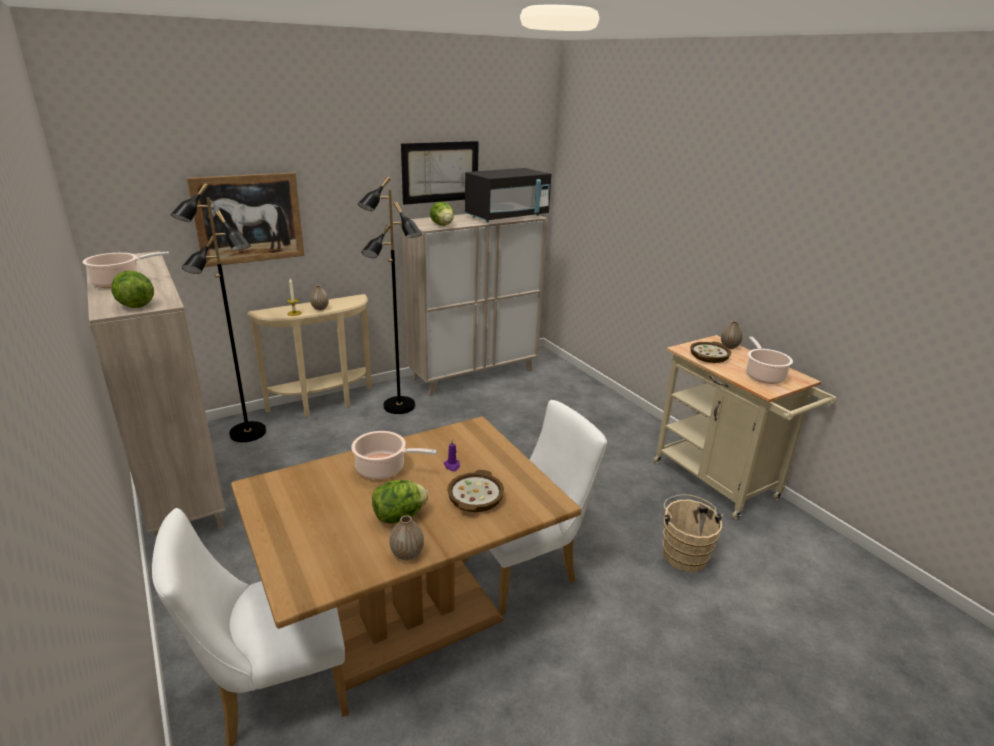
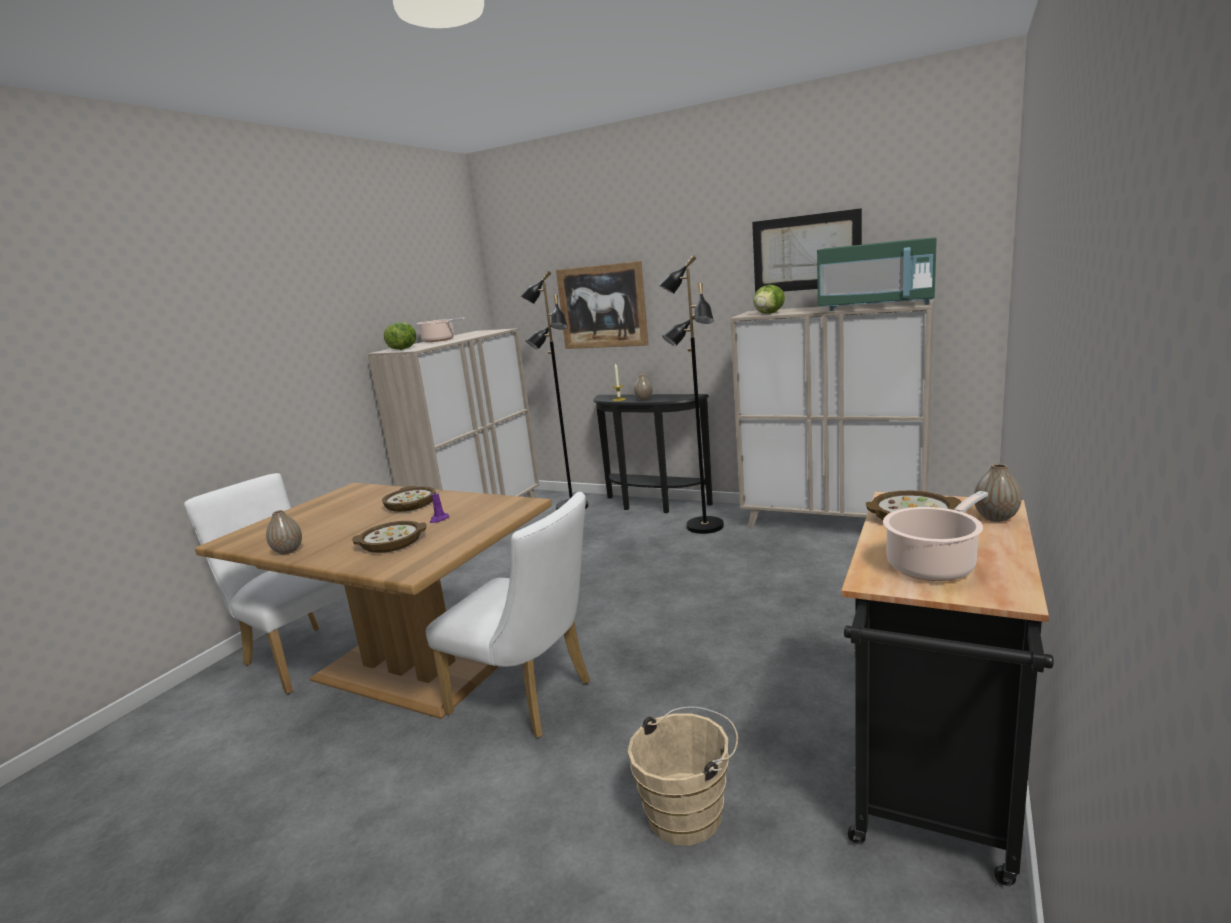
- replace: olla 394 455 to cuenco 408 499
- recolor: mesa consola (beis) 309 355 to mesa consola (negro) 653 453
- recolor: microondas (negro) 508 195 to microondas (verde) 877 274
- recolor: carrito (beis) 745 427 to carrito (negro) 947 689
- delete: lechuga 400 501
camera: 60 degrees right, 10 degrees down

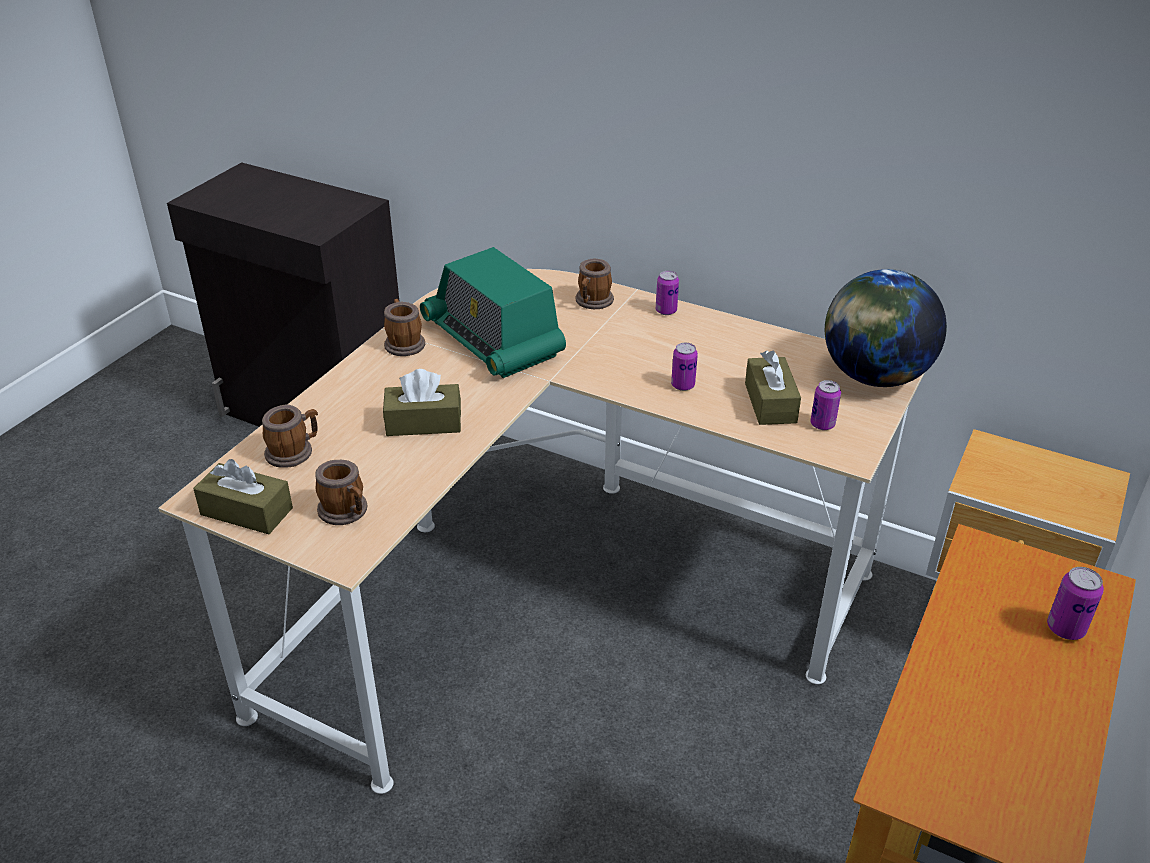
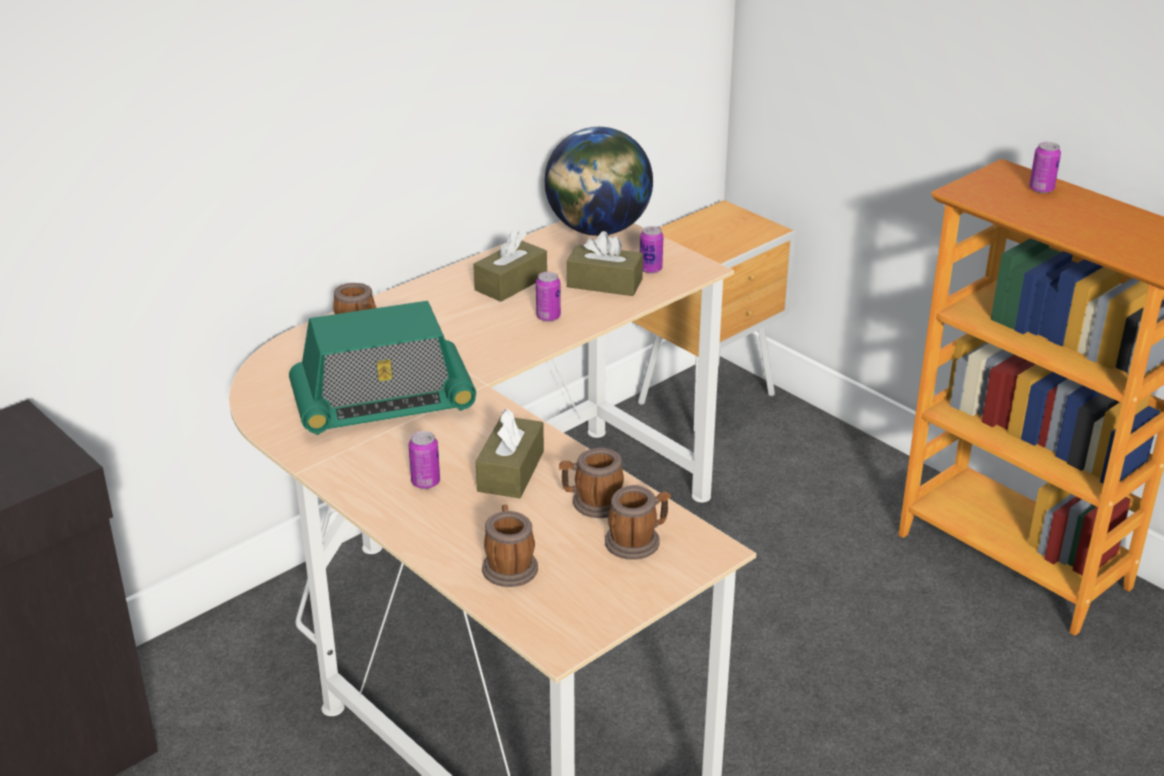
- move: lata 667 293 to 424 460
- move: caja de pañuelos (marrón) 243 496 to 510 266
- move: taza grande 404 327 to 591 483
camera: 70 degrees left, 5 degrees down

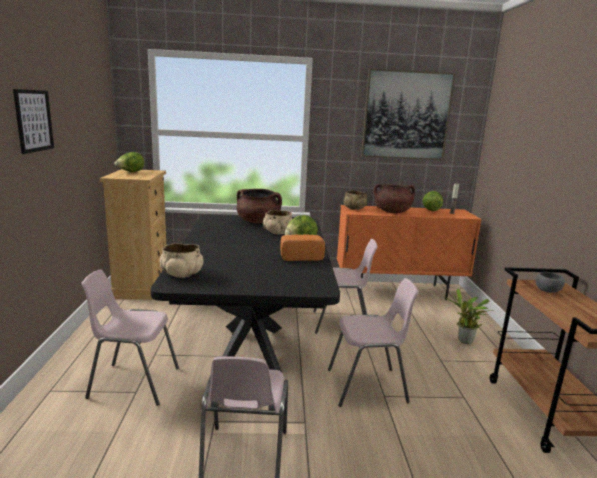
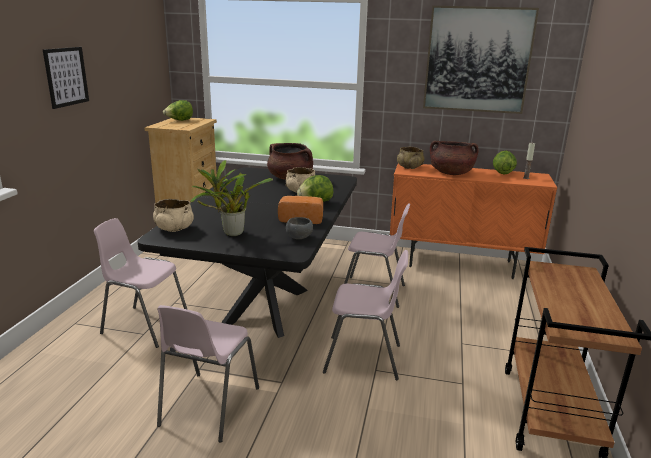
- move: planta en maceta 469 316 to 231 198
- move: cuenco (gris) 550 282 to 299 228
camera: 15 degrees right, 5 degrees up

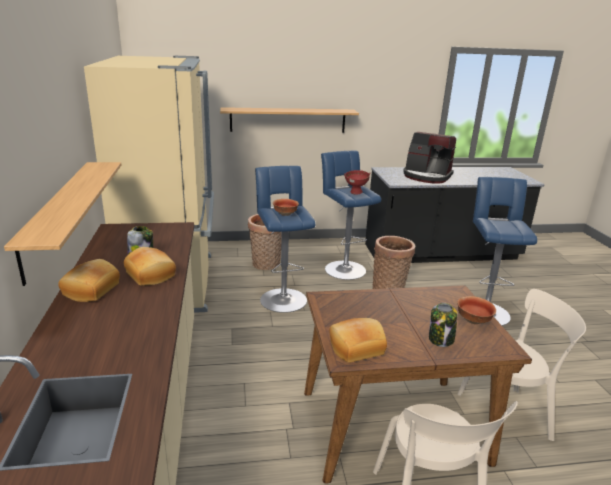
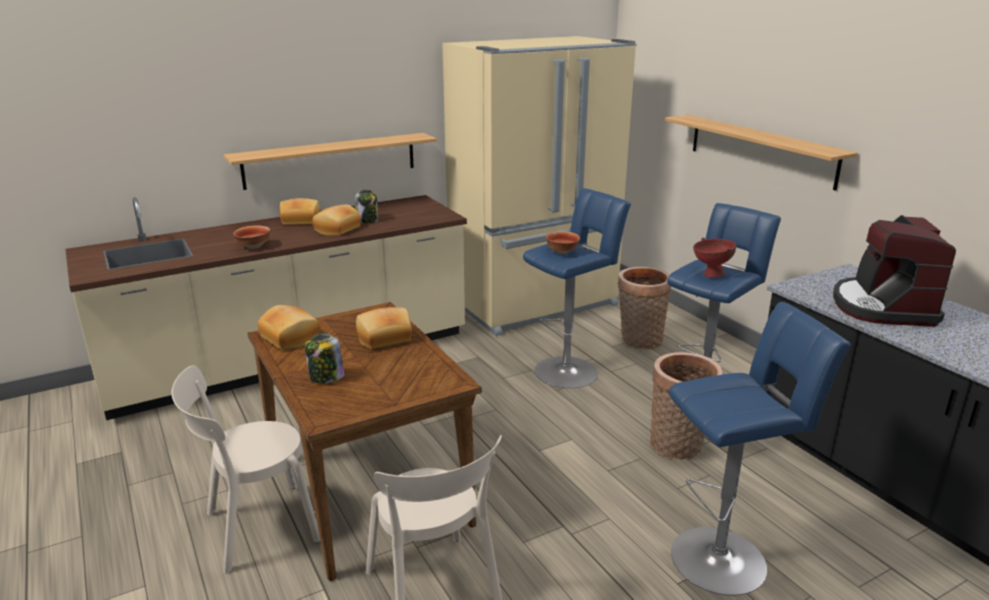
- move: cuenco 476 310 to 251 237
- insert: pan 384 328
camera: 70 degrees right, 0 degrees up

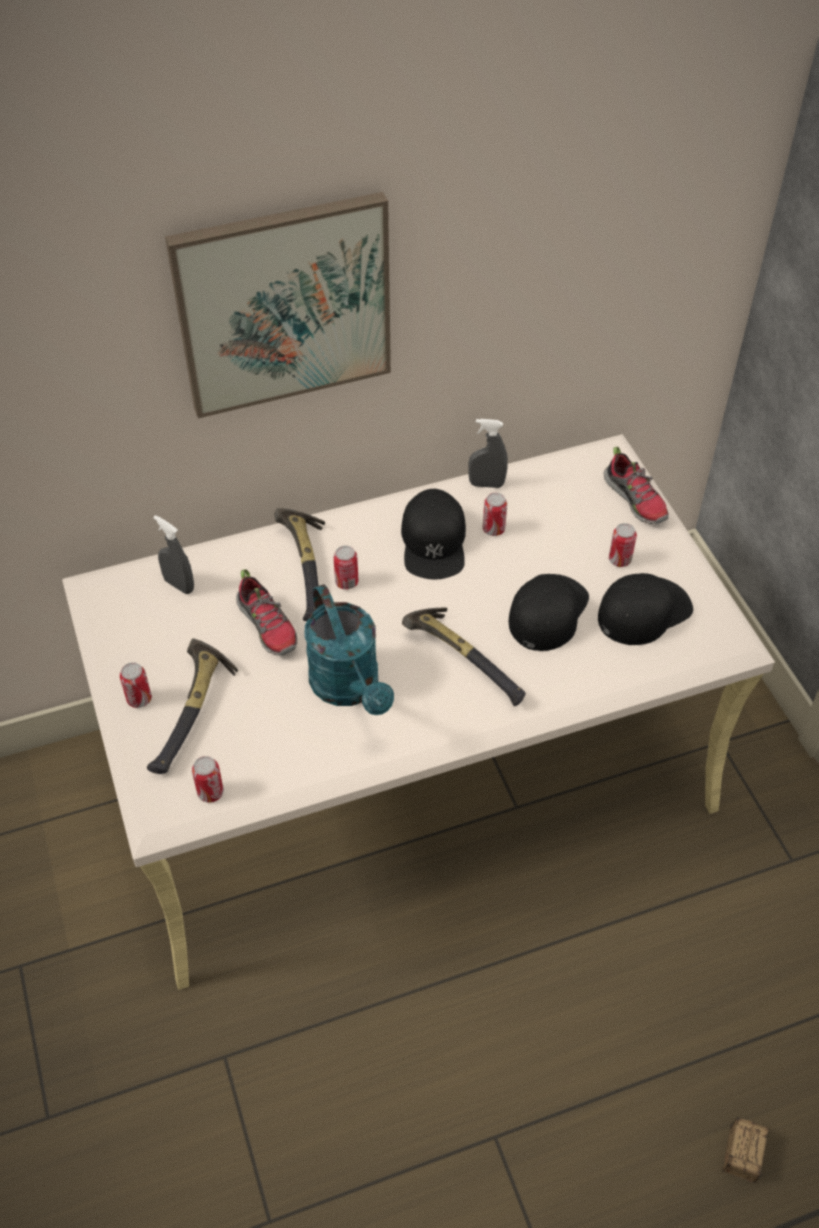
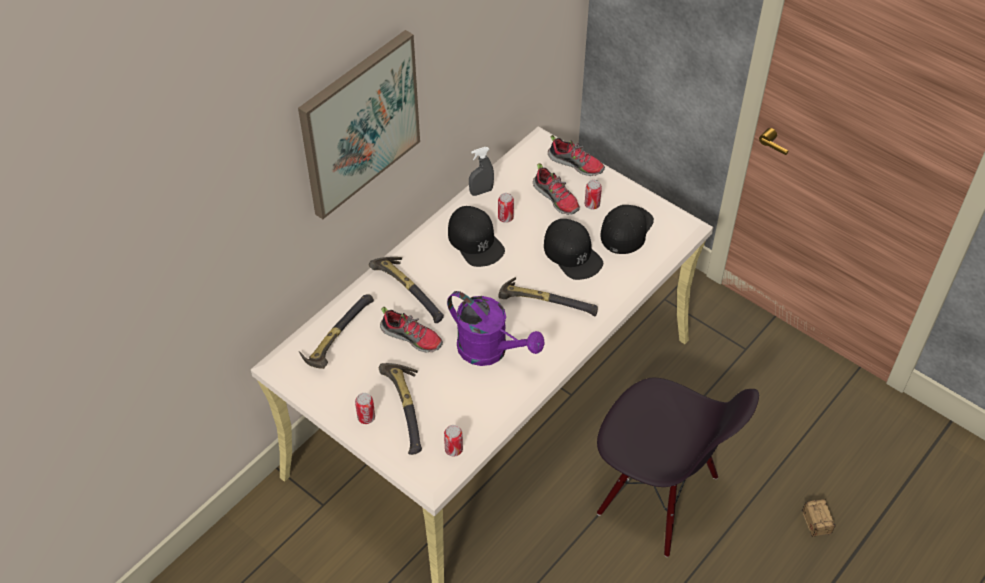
- replace: pulverizador (gris) 173 554 to martillo 336 331
- recolor: regadera (turquesa) 349 649 to regadera (morado) 496 328
- insert: zapato 556 189
- rotate: gorra (negro) 549 612 = 573 249 150 degrees clockwise
- insert: silla (negro) 678 467
- delete: lata 345 567
camera: 30 degrees left, 0 degrees up

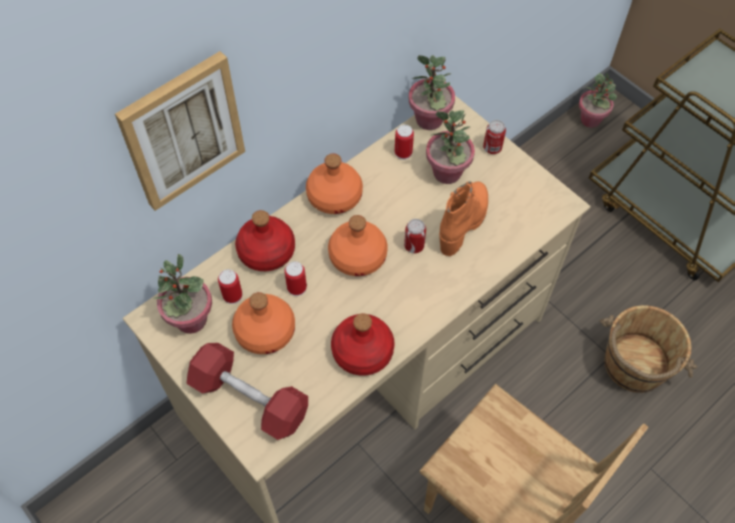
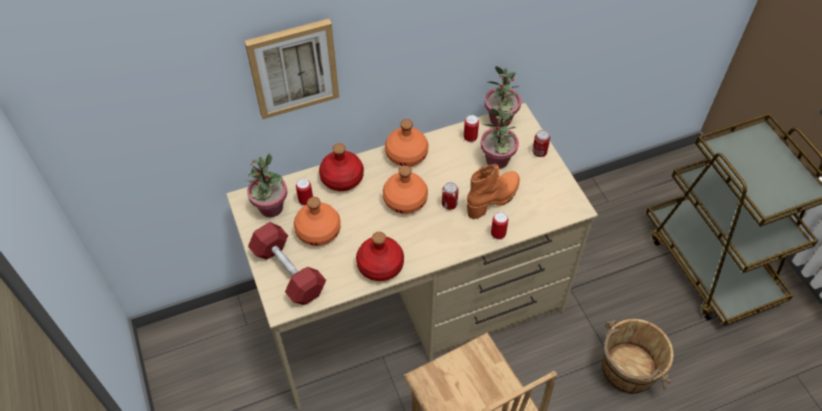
- move: lata 295 278 to 500 226
- delete: planta en maceta 598 100
camera: 20 degrees right, 5 degrees down

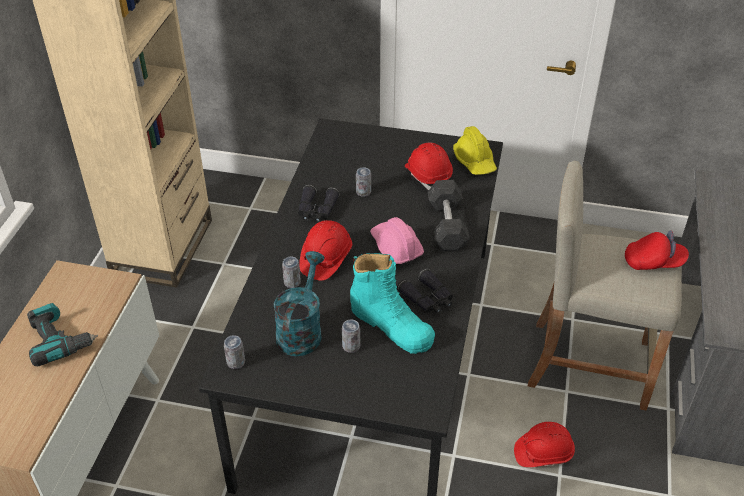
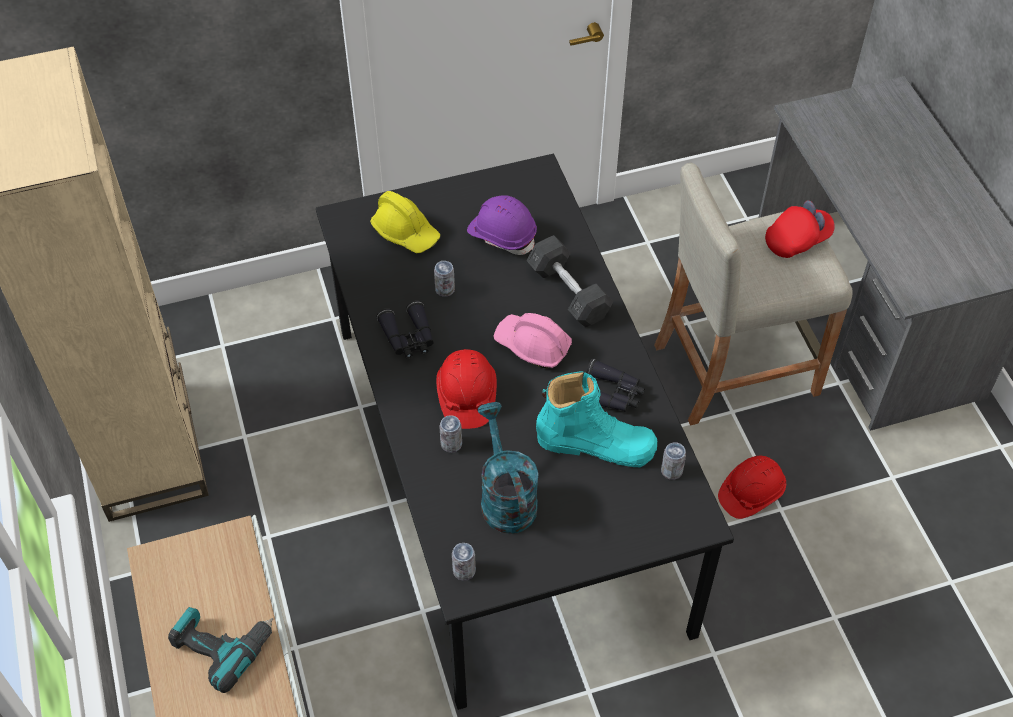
- move: casco (amarillo) 475 150 to 405 222
- recolor: casco (rojo) 429 166 to casco (morado) 502 225
- move: lata 351 336 to 673 461
camera: 30 degrees left, 10 degrees up

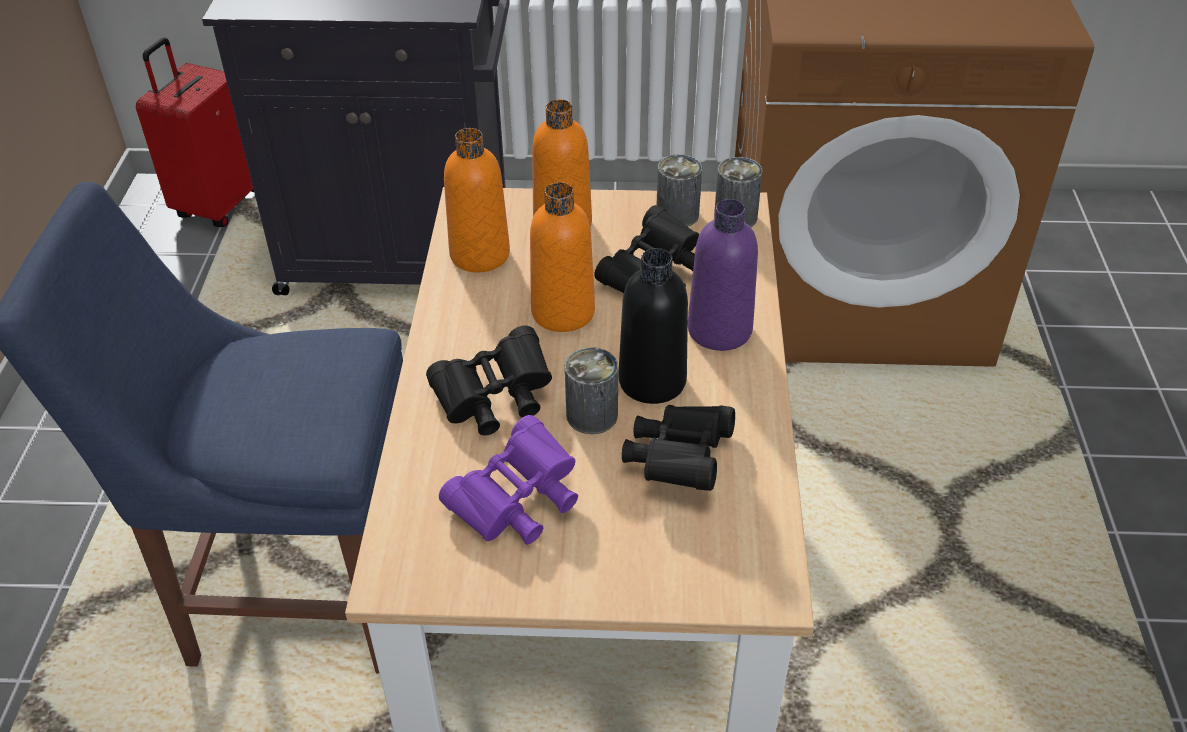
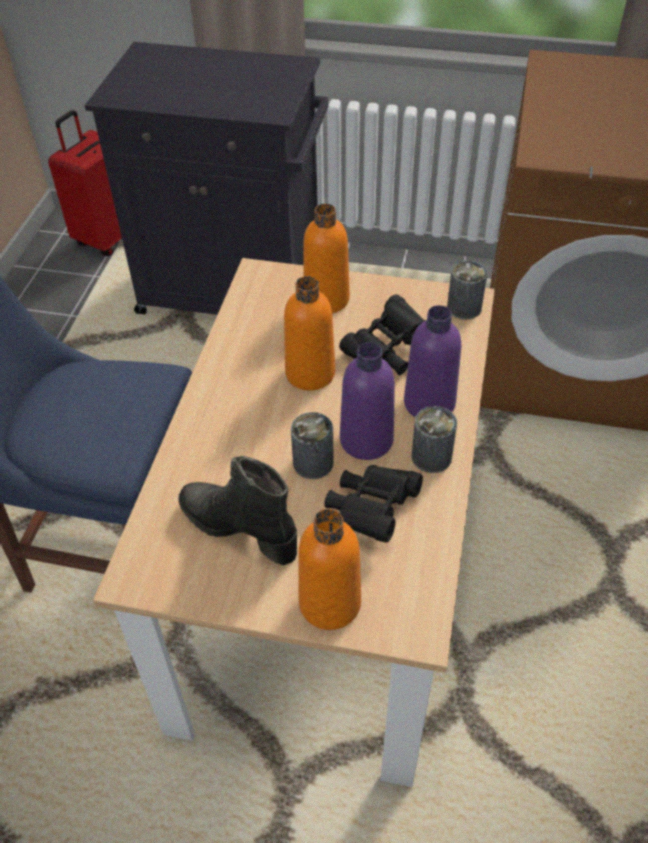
- replace: prismáticos (morado) 508 479 to bota (negro) 238 510
- move: botella (naranja) 477 200 to 329 569
- recolor: botella (negro) 653 326 to botella (morado) 367 401
- move: lata 679 191 to 434 439
- delete: prismáticos (negro) 489 380
camera: 10 degrees right, 5 degrees up

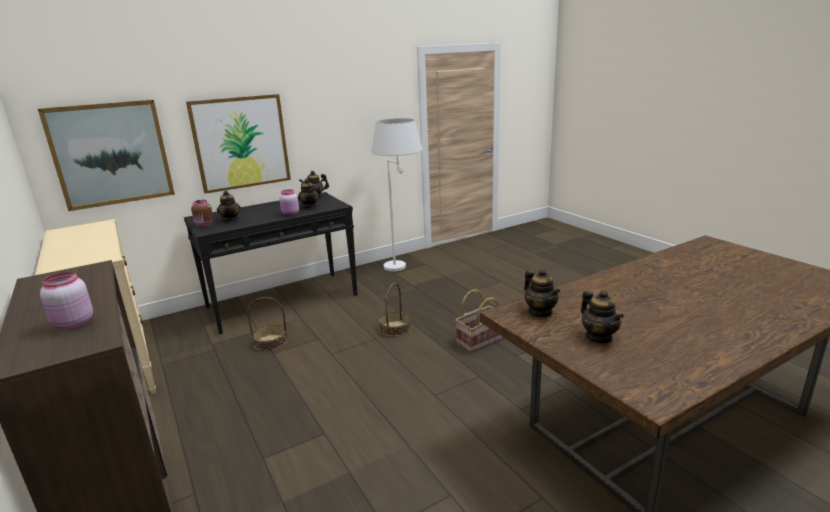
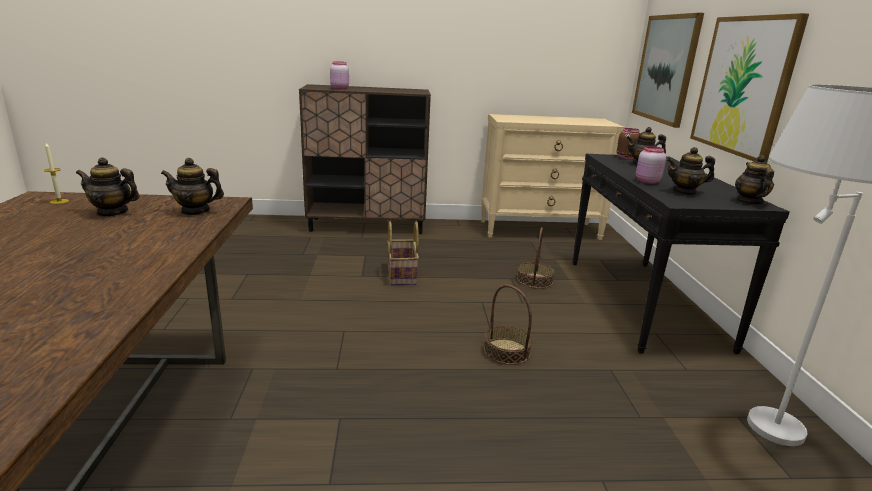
- insert: vela 56 173
- move: cesta 479 321 to 403 254
camera: 115 degrees right, 0 degrees up

